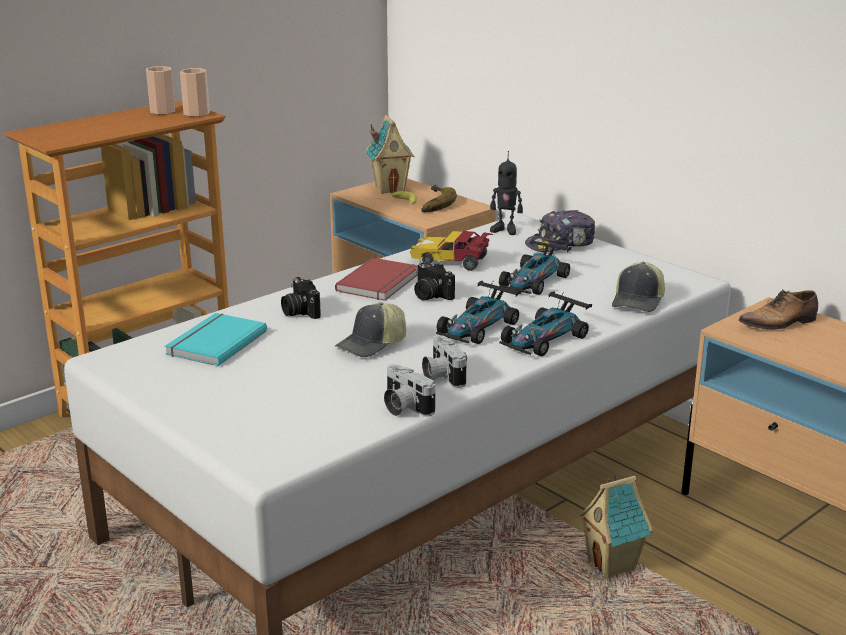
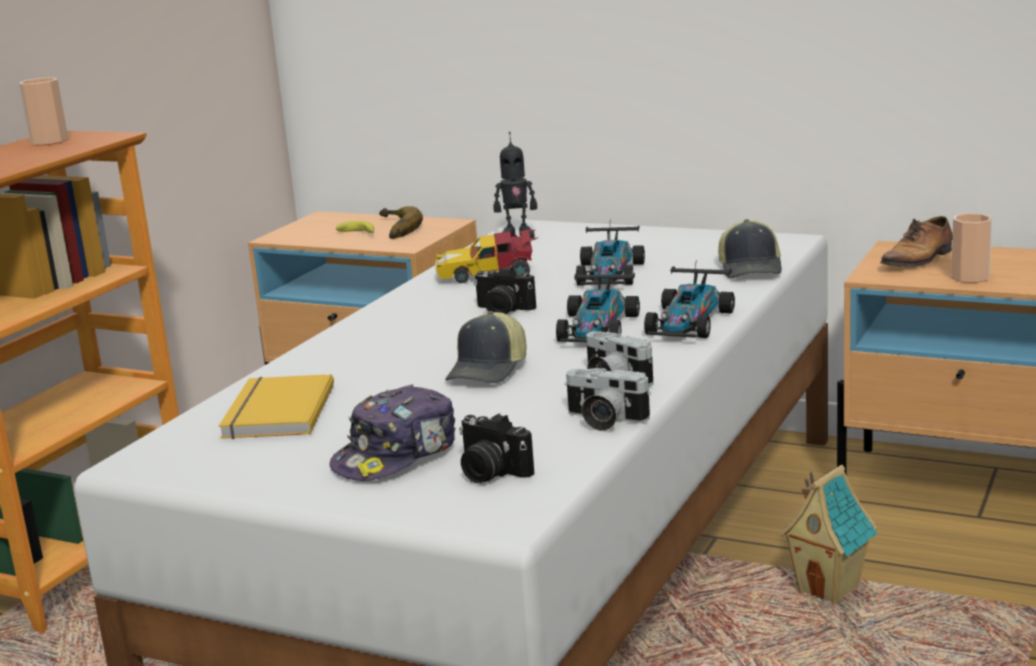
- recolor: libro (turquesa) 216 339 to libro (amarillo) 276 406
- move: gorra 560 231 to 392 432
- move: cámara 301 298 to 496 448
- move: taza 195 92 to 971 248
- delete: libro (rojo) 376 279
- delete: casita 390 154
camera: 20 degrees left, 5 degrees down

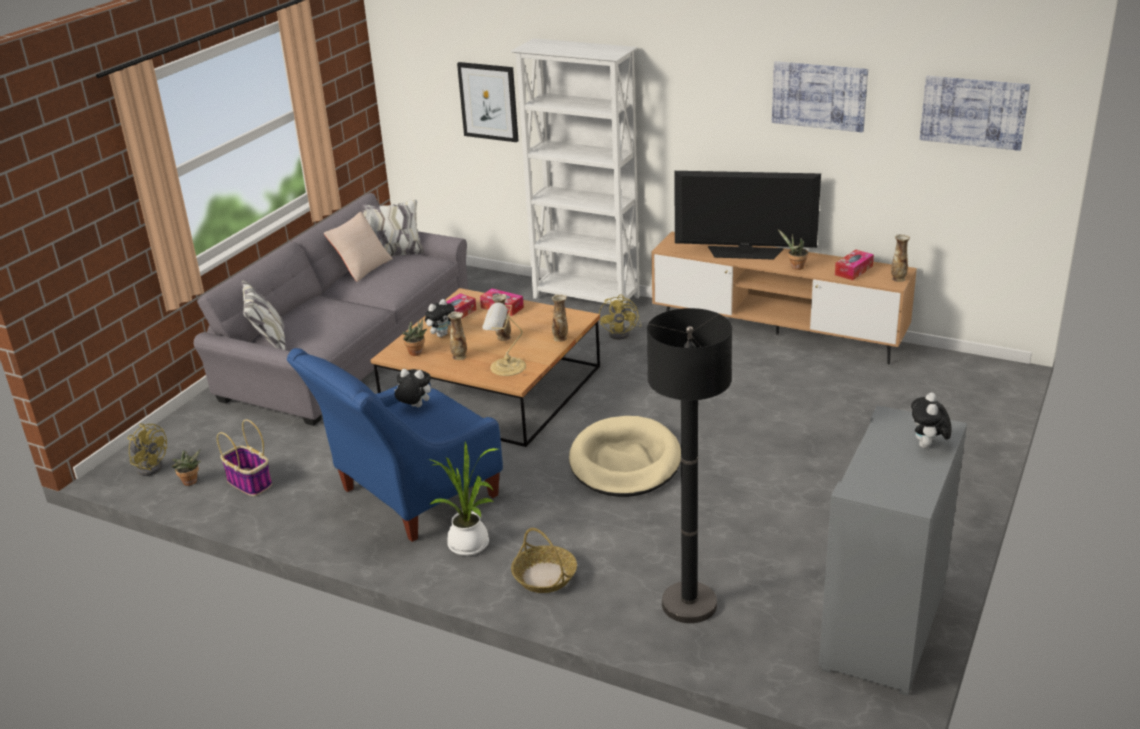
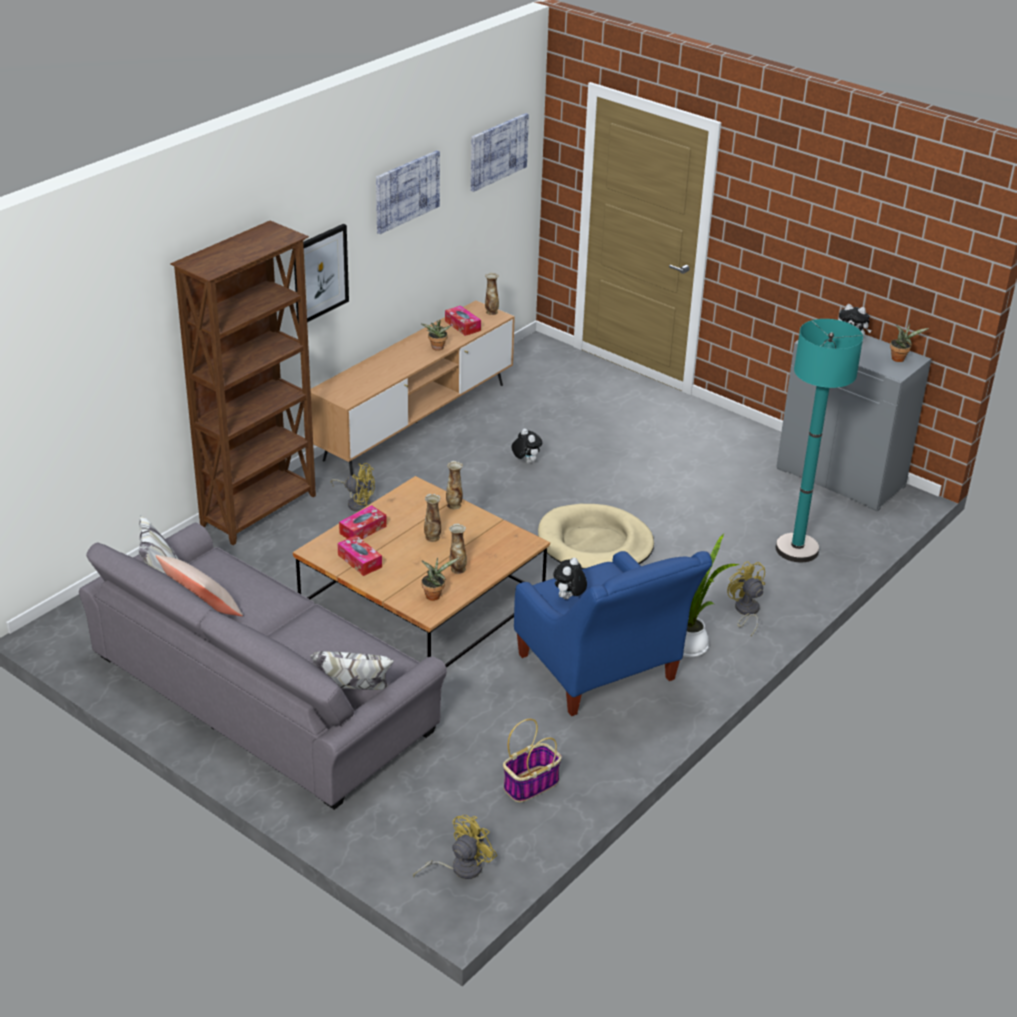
- recolor: estantería (blanco) 575 171 to estantería (marrón) 243 383
- move: cuadro 487 102 to 321 273
- move: peluche 440 318 to 527 446
- replace: cesta 544 560 to ventilador (amarillo) 746 598
- recolor: lámpara de pie (negro) 689 465 to lámpara de pie (turquesa) 819 440
- move: planta en maceta 186 467 to 909 343
- delete: lámpara de mesa 504 339
- delete: televisor 747 215
camera: 80 degrees left, 5 degrees up

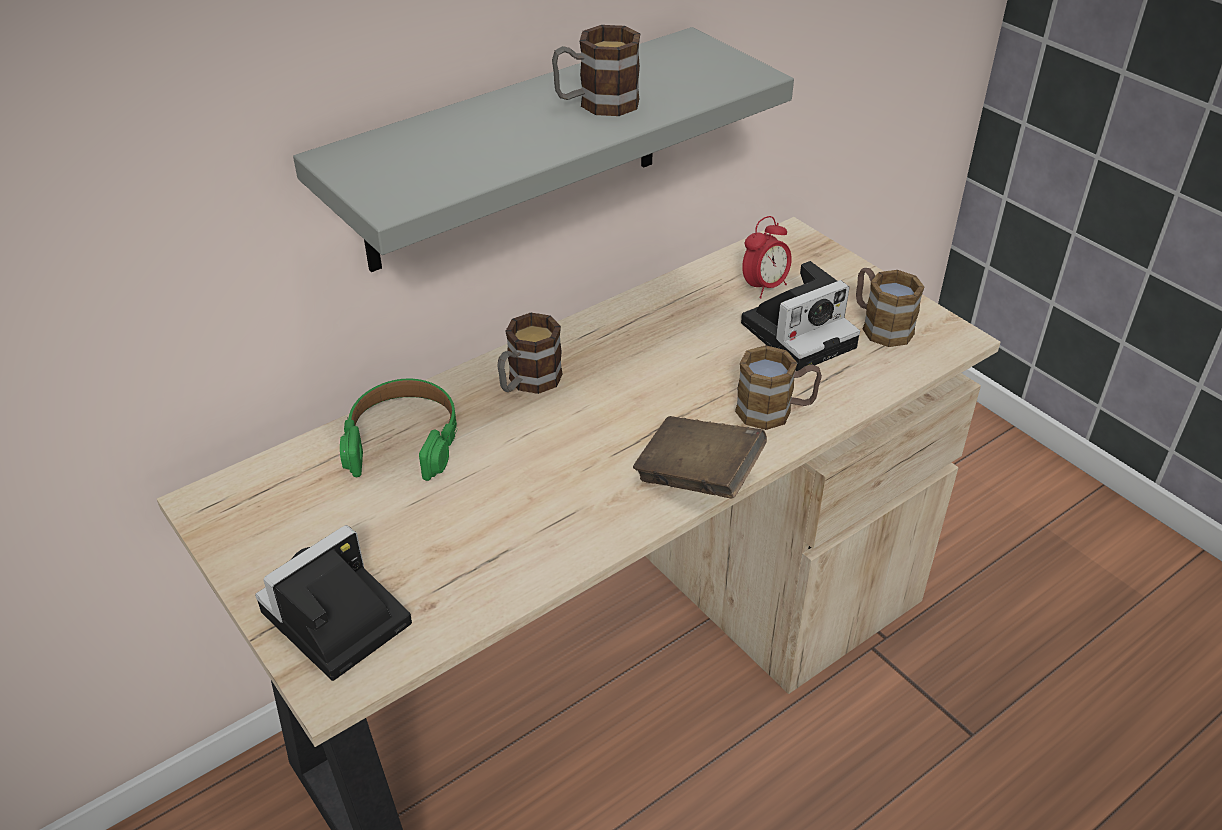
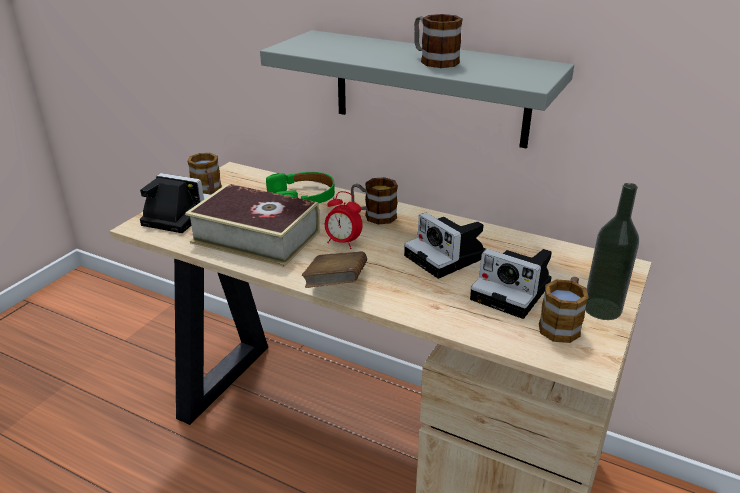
- insert: libro 252 225
- move: taza grande 778 387 to 204 174
- move: despertador 767 257 to 344 220
- insert: cámara 444 245
- insert: botella 612 251
camera: 65 degrees right, 10 degrees down

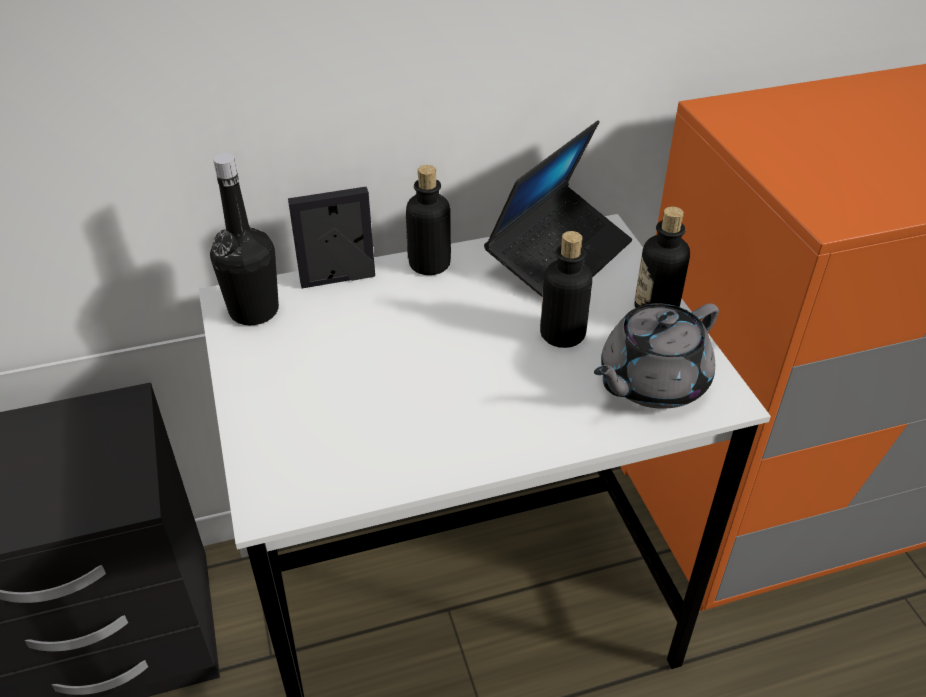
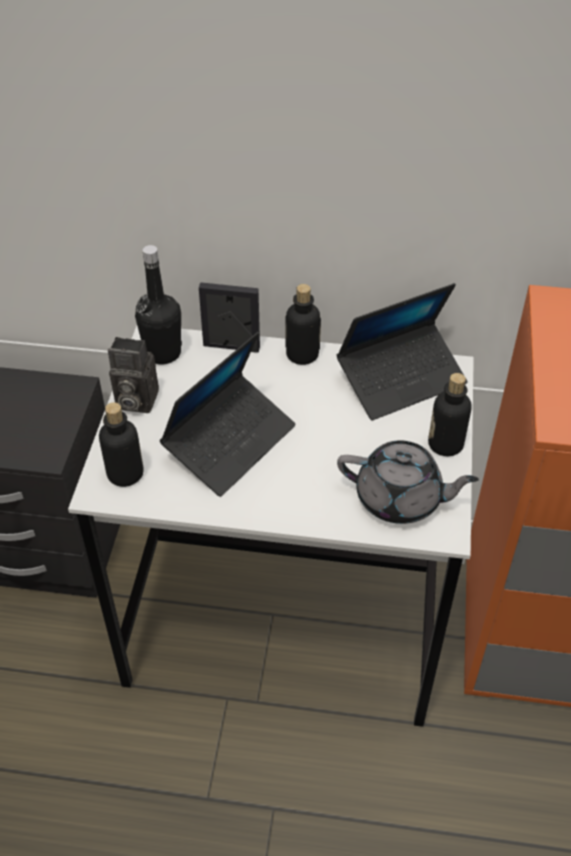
- move: botella 566 289 to 121 444
- insert: cámara 133 375
- insert: portátil 228 414
- rotate: tetera (gris) 656 356 = 408 482 150 degrees counterclockwise
camera: 25 degrees right, 5 degrees up

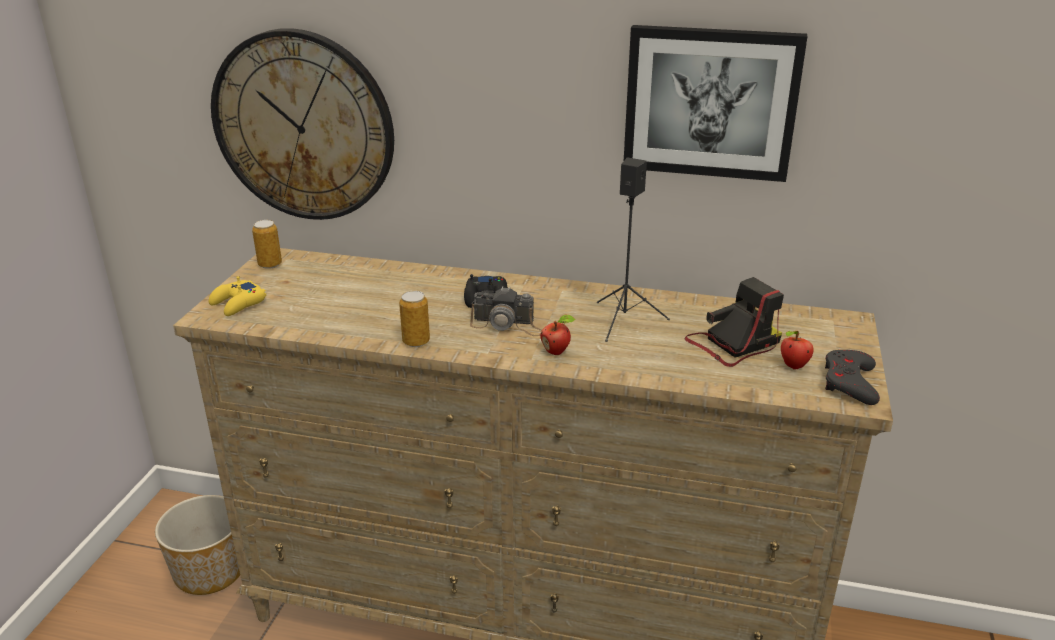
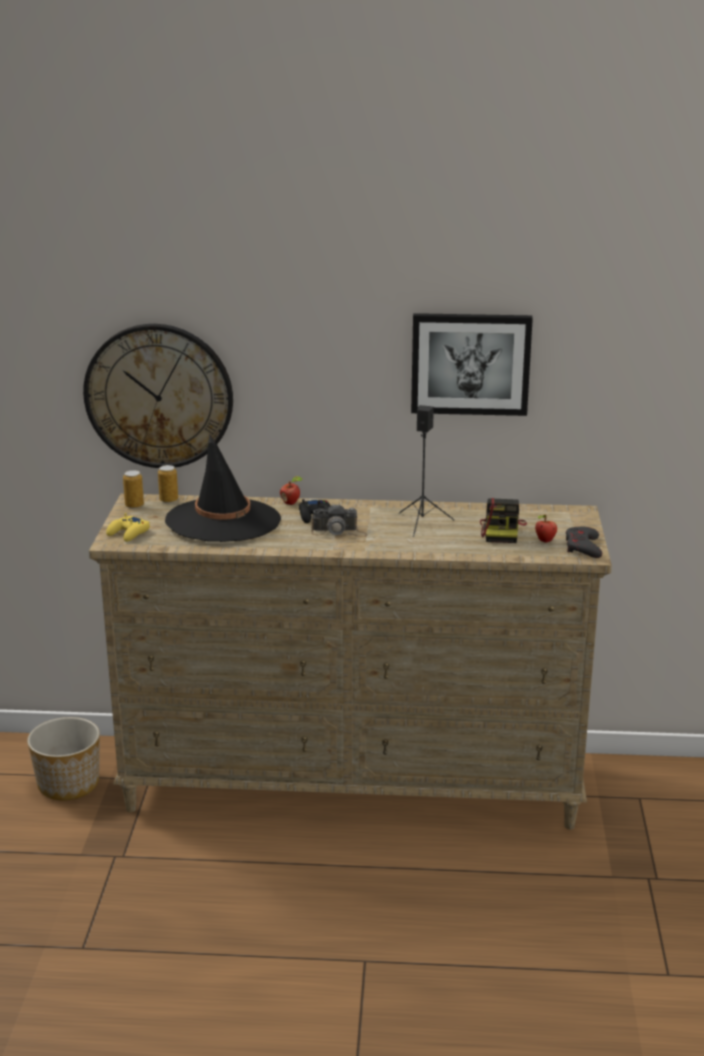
- move: lata 414 319 to 168 484
- insert: sombrero (negro) 223 488
- move: manzana 558 334 to 291 490
- rotate: cámara 734 322 = 503 520 135 degrees clockwise
camera: 10 degrees left, 5 degrees down

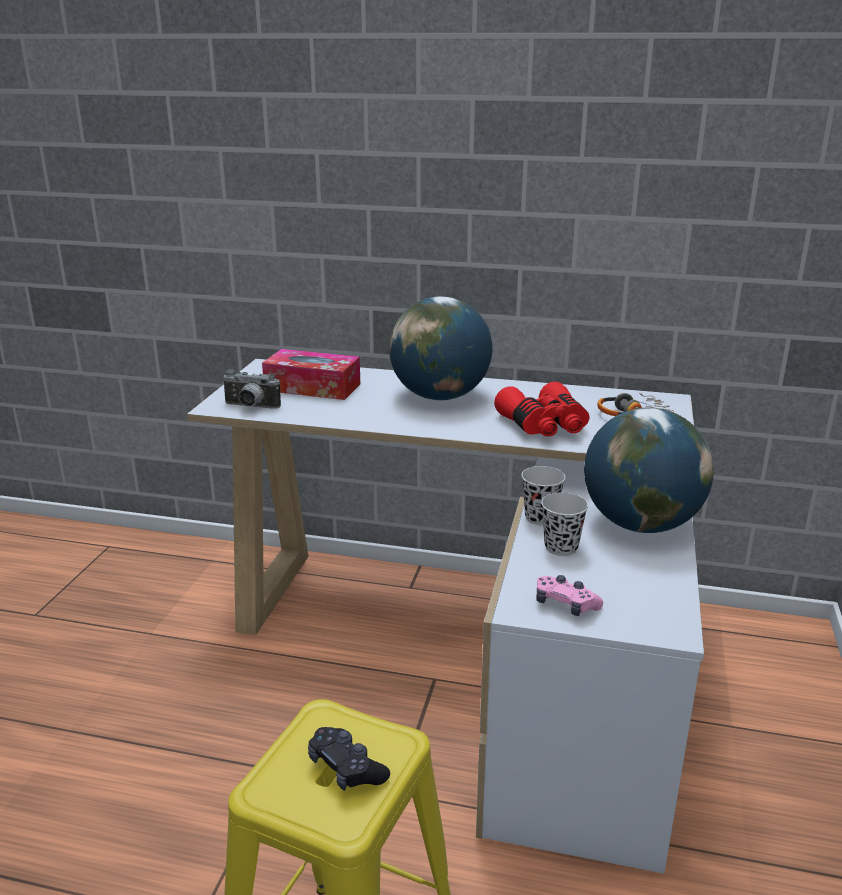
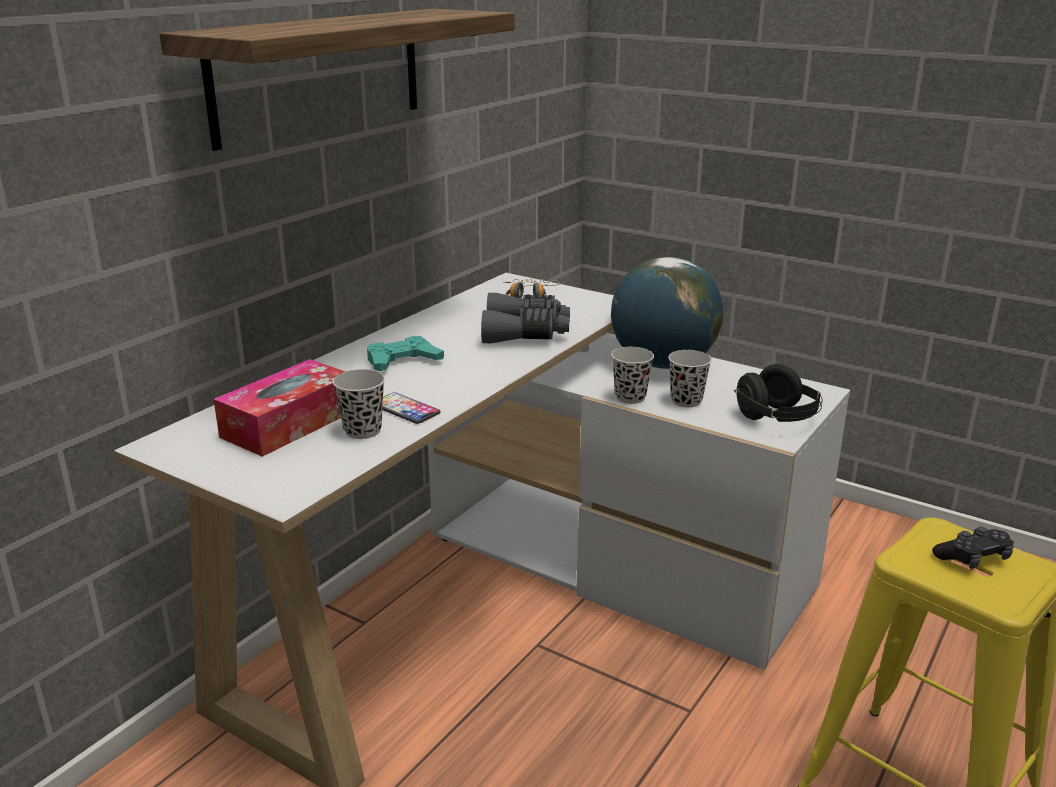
- insert: estante 337 80
- insert: taza (negro) 359 404
- replace: globo terráqueo 440 348 to mando de consola (turquesa) 405 353
- insert: móvil 411 408
- recolor: prismáticos (rojo) 541 409 to prismáticos (gris) 525 318
- replace: mando de consola (rosa) 569 595 to auriculares (negro) 778 393
- delete: cámara 251 389
camera: 70 degrees left, 0 degrees up

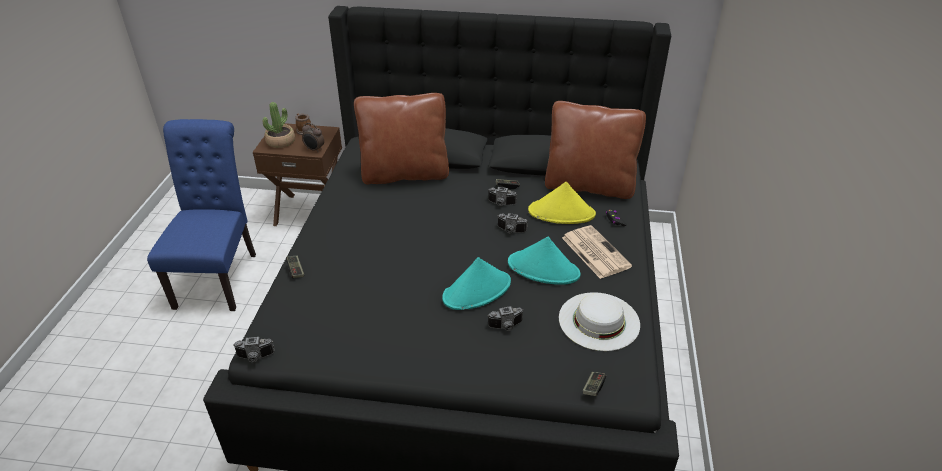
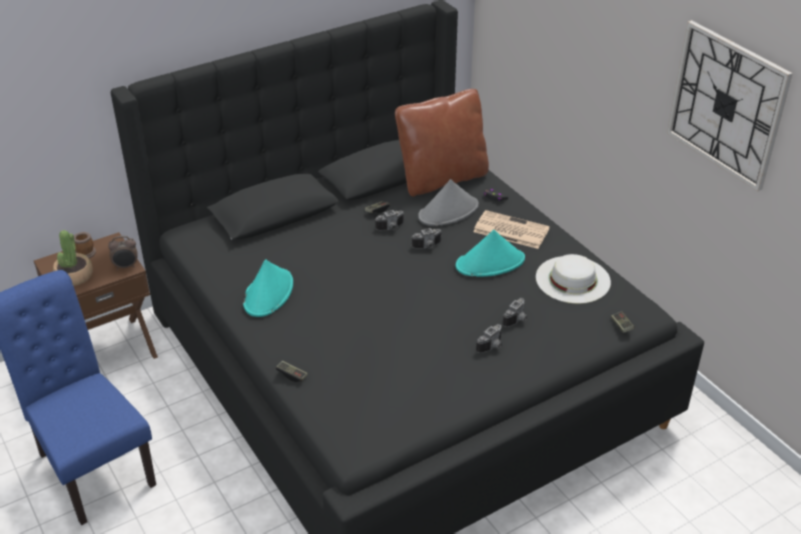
- move: sombrero (turquesa) 476 283 to 268 288
- recolor: sombrero (amarillo) 562 203 to sombrero (gris) 448 202
- move: cámara 254 349 to 489 338
- insert: reloj de pared 730 105
- delete: cojín (marrón) 401 139
camera: 40 degrees left, 0 degrees up

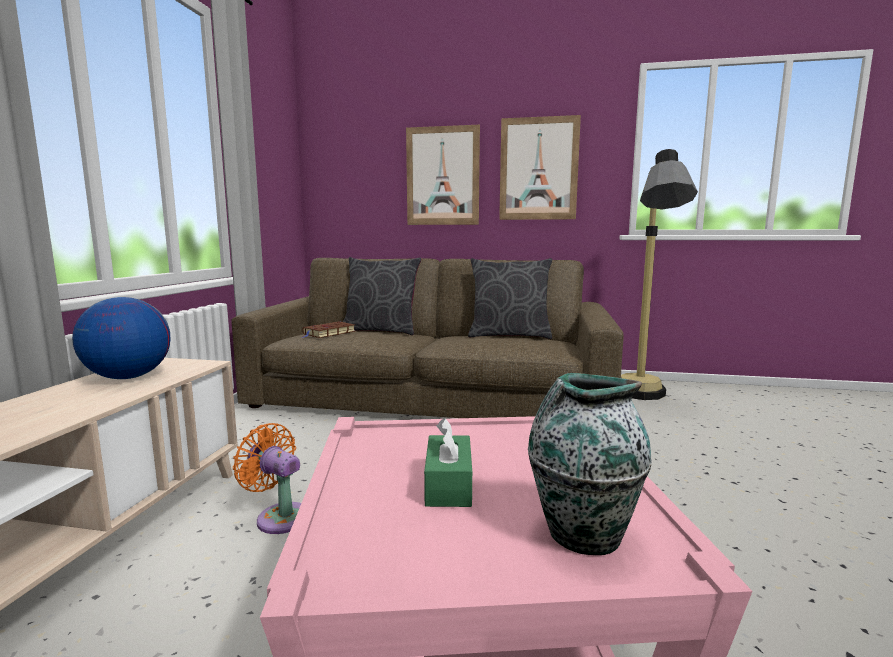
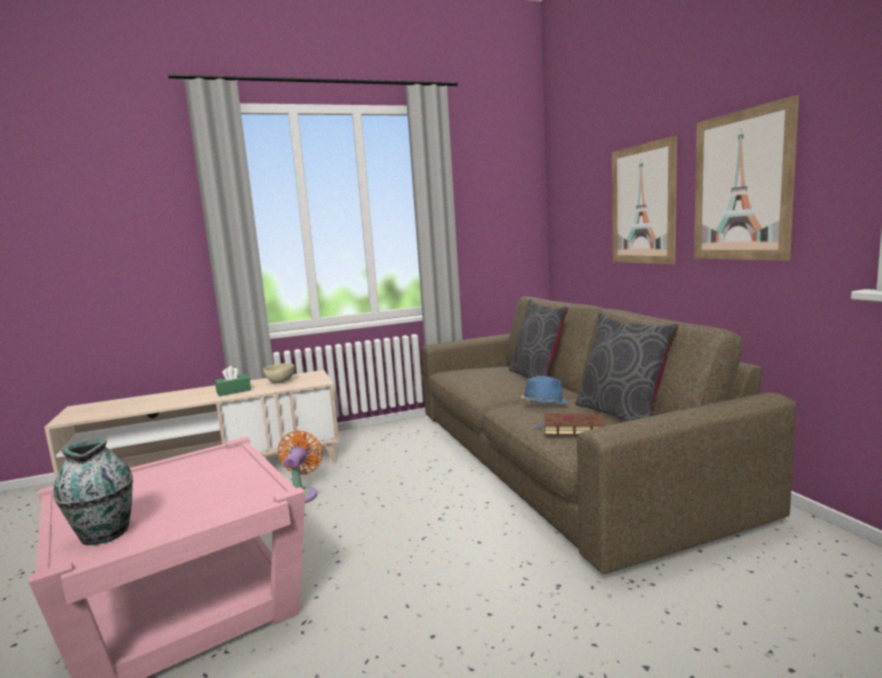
- move: caja de pañuelos (verde) 448 462 to 233 381
- replace: globo terráqueo 121 338 to cuenco (beis) 279 373
- insert: sombrero (azul) 544 390
- move: libro (marrón) 329 330 to 569 424
- delete: lámpara de pie 659 274
camera: 60 degrees right, 0 degrees up

